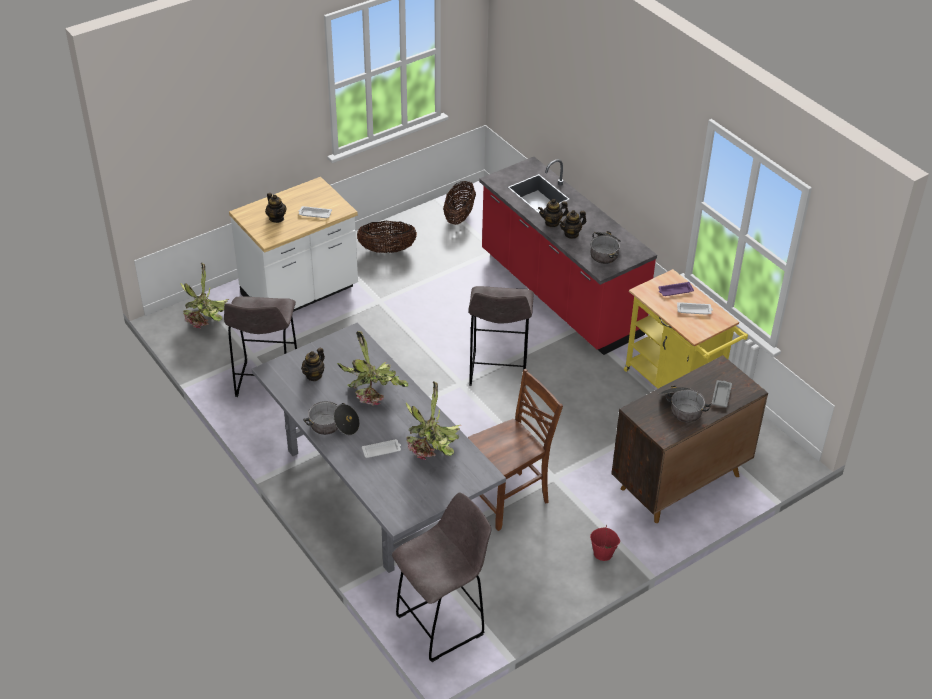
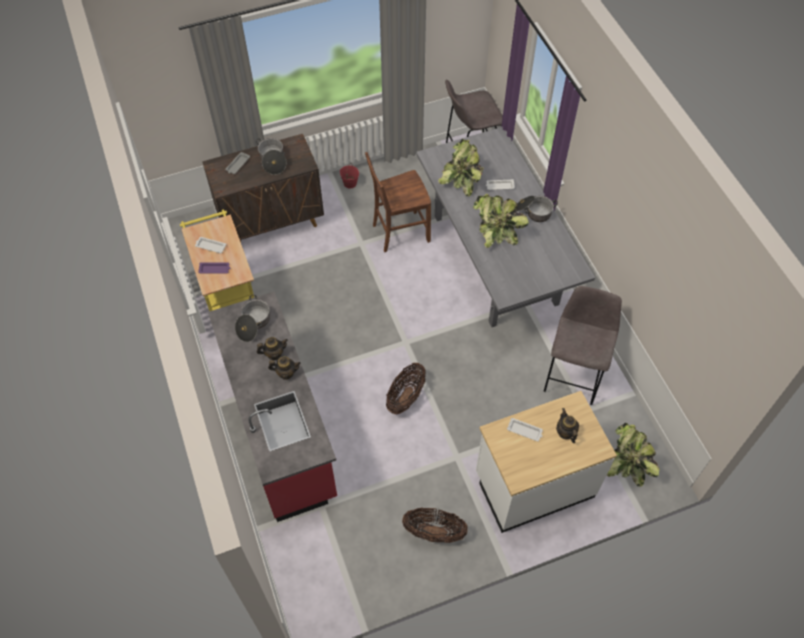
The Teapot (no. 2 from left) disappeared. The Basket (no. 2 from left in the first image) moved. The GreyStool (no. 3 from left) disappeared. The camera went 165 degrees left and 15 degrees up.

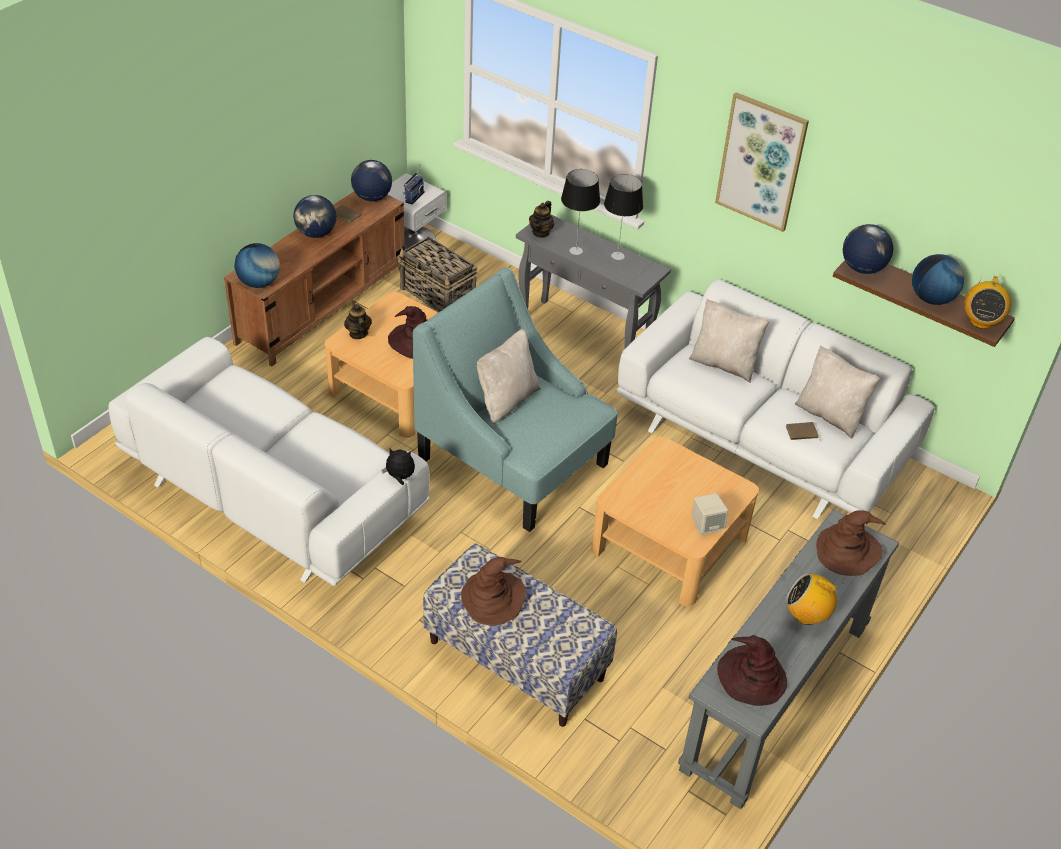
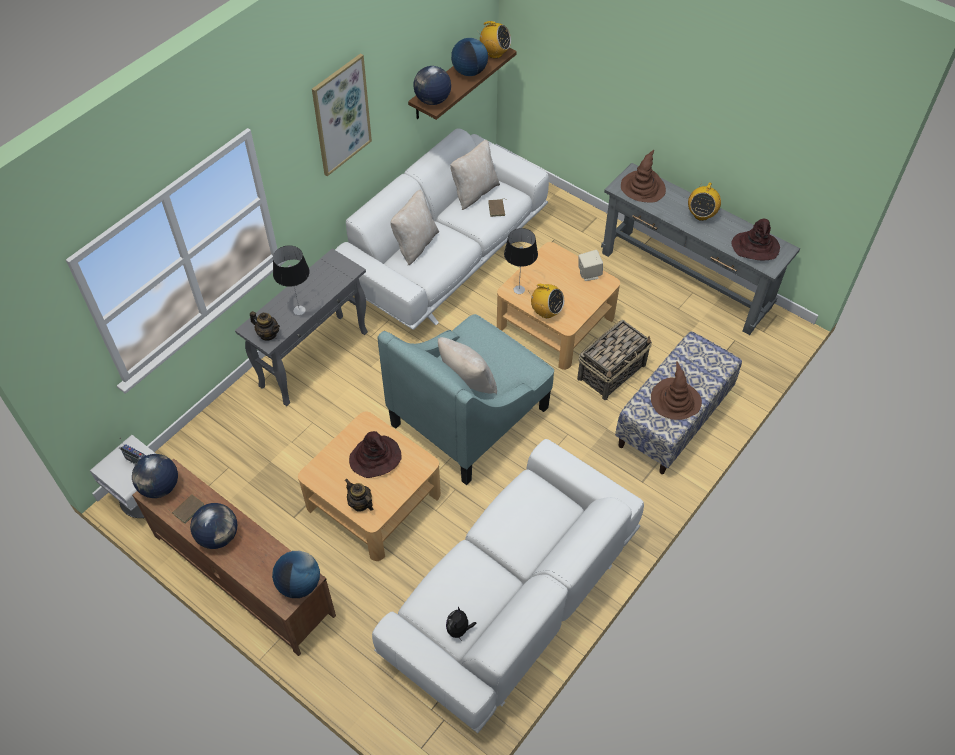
The Teapot (no. 1 from left in the first image) turned 60 degrees clockwise. The PlushToy moved. The Basket moved. The TableLamp (no. 2 from left) moved. The Radio (no. 3 from left) appeared. The camera went 85 degrees left and 10 degrees up.

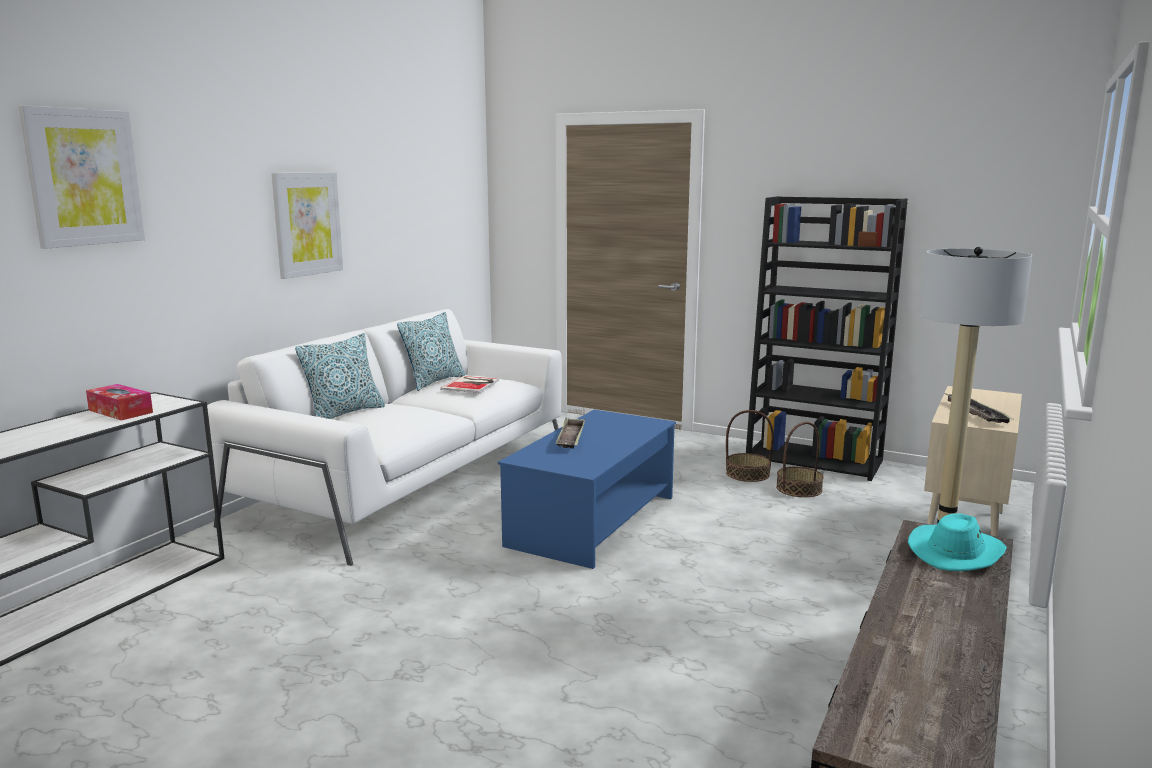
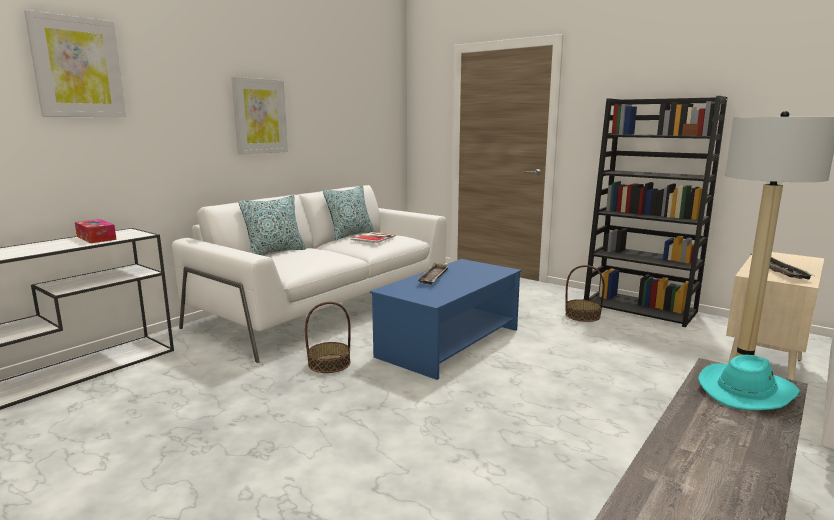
The Basket (no. 2 from left in the first image) moved. The camera went 10 degrees right and 0 degrees up.

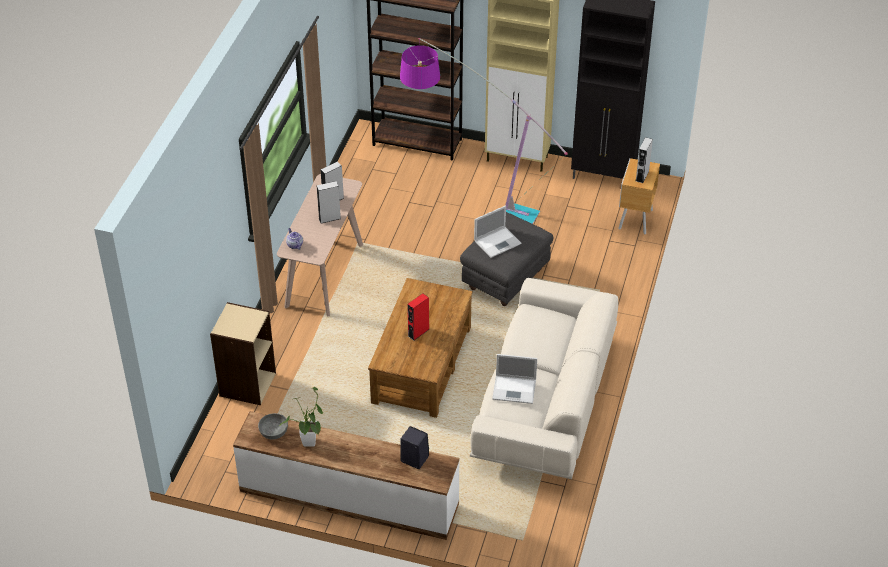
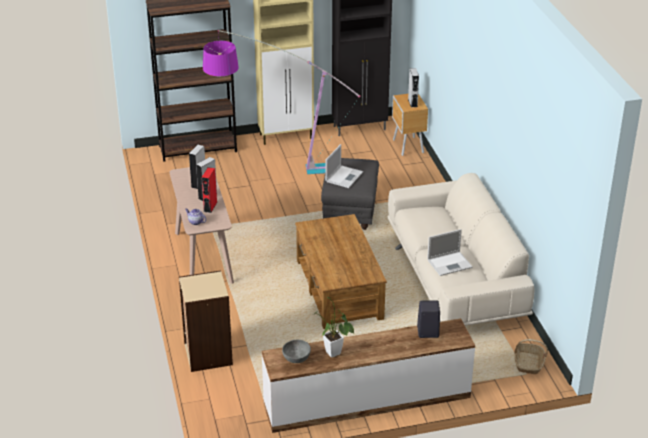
The RedSpeaker moved. The Basket appeared. The camera went 30 degrees left and 10 degrees down.

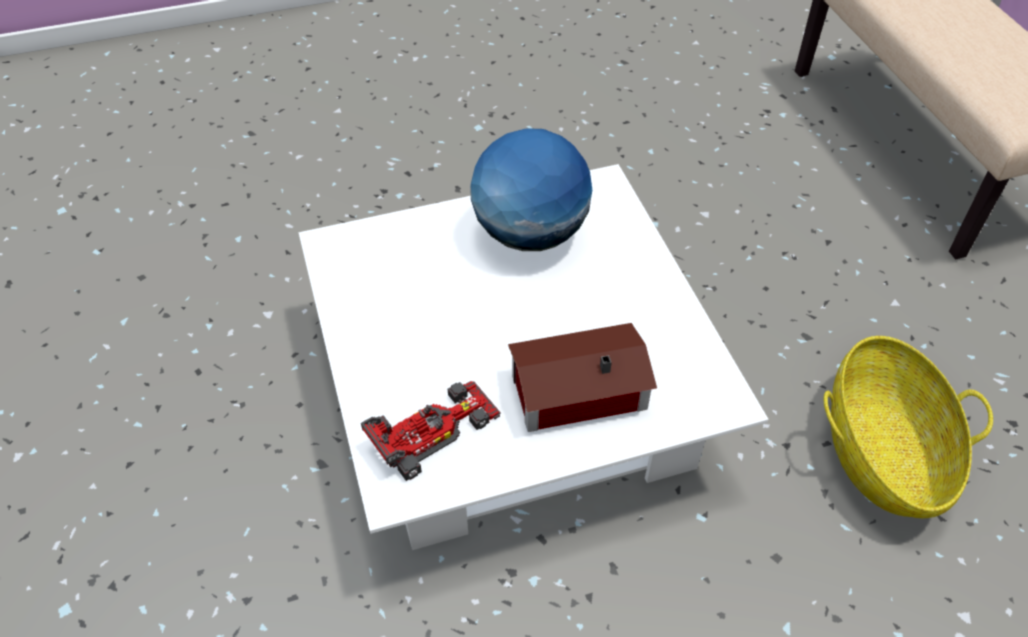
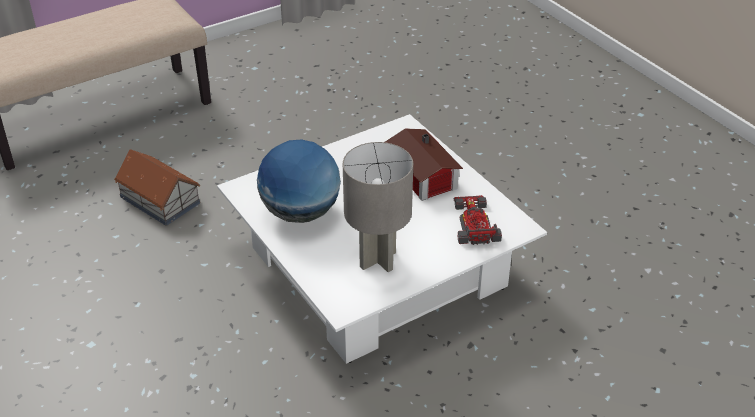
The ToyCar turned 45 degrees clockwise. The Basket disappeared. The ToyHouse (no. 1 from left) appeared. The GreyTableLamp appeared. The camera went 105 degrees left and 10 degrees down.

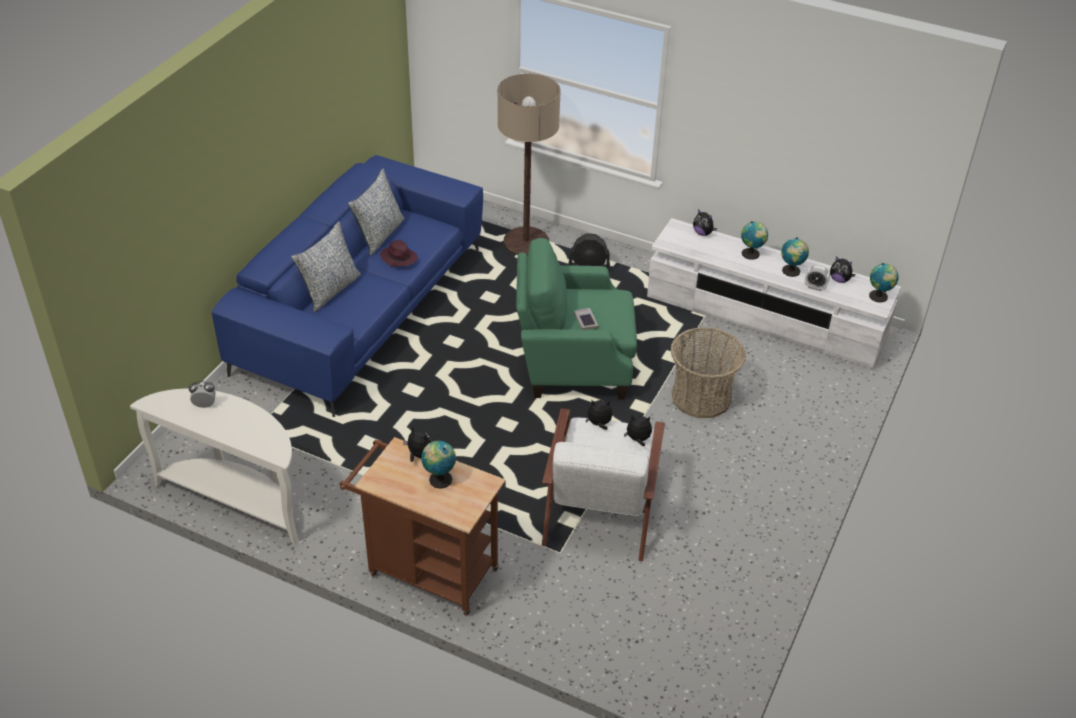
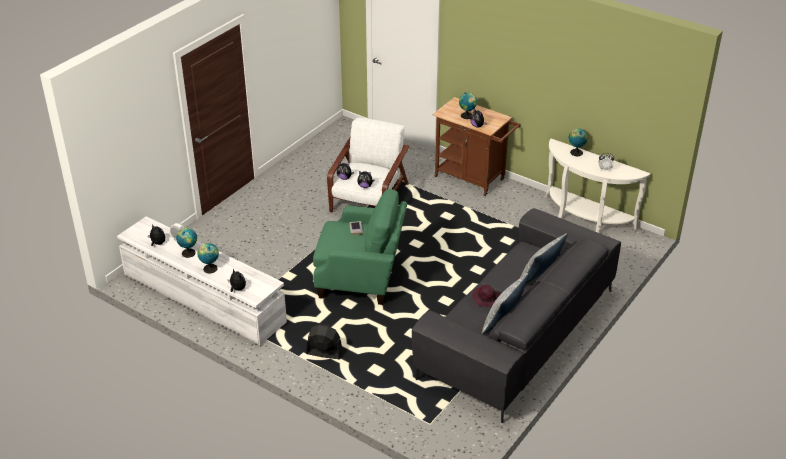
The BlueSofa became the GreySofa. The FloorLamp disappeared. The Basket disappeared. The Globe (no. 4 from left) moved. The camera went 170 degrees left and 5 degrees down.

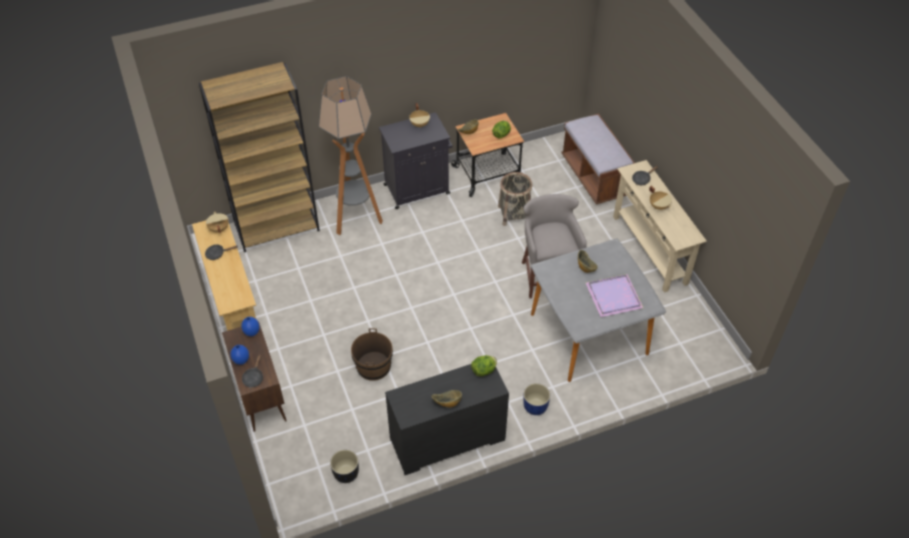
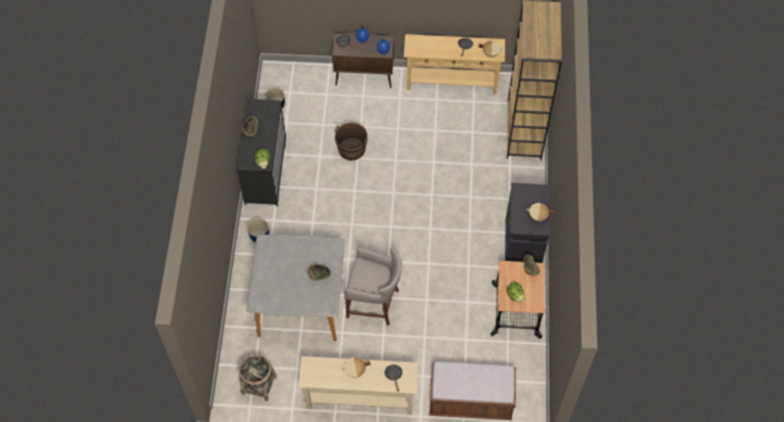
The FloorLamp disappeared. The Basket moved. The PurpleTray disappeared. The camera went 115 degrees right and 10 degrees up.

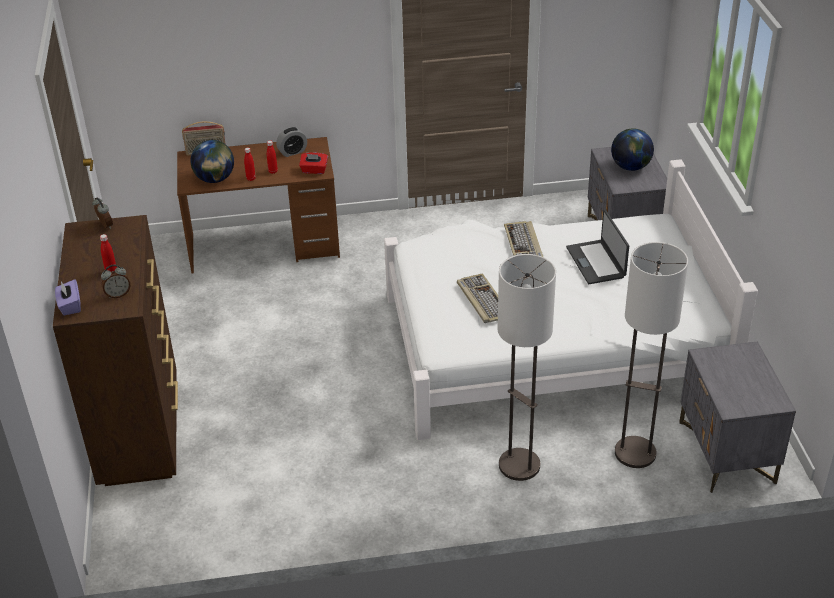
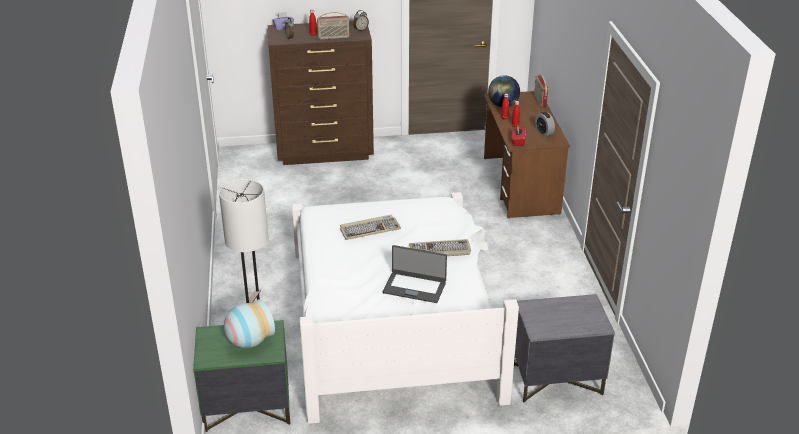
The FloorLamp (no. 1 from left) disappeared. The Laptop turned 150 degrees counterclockwise. The Globe (no. 2 from left) disappeared. The GreyNightstand (no. 2 from left) became the GreenNightstand. The Vase appeared. The Radio (no. 1 from left) appeared. The camera went 90 degrees right and 5 degrees down.

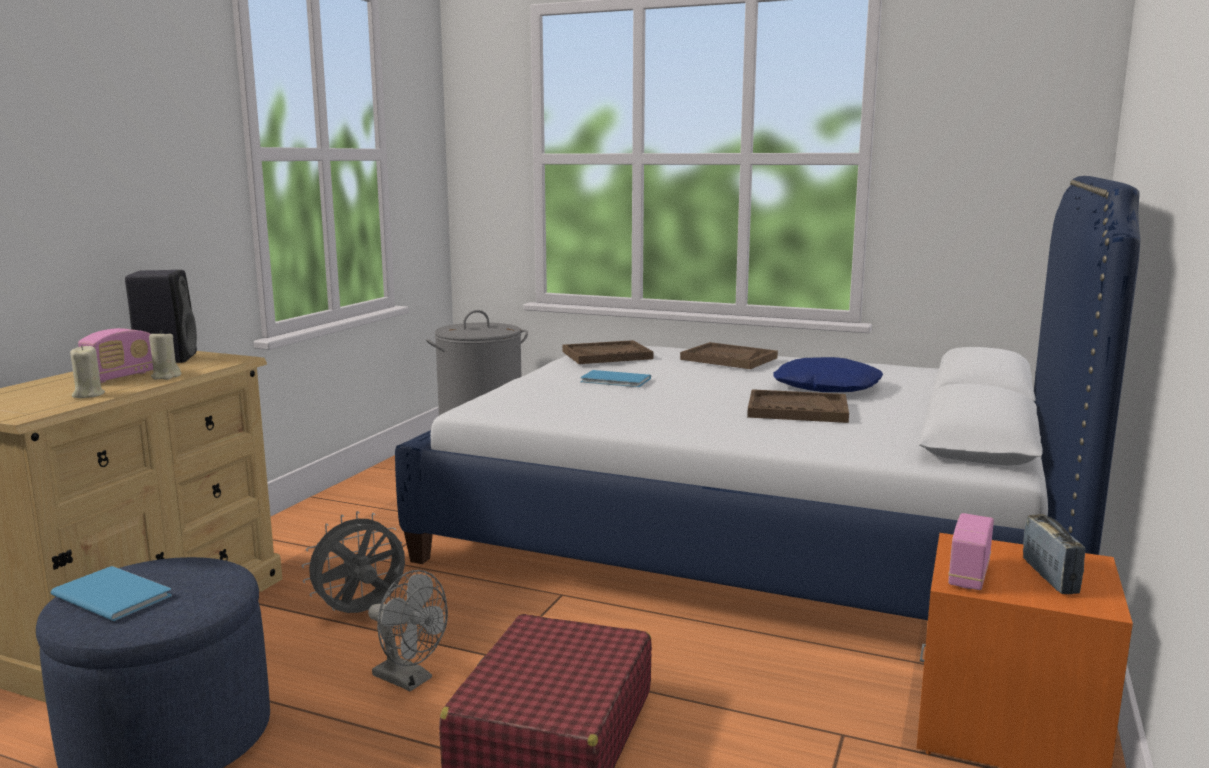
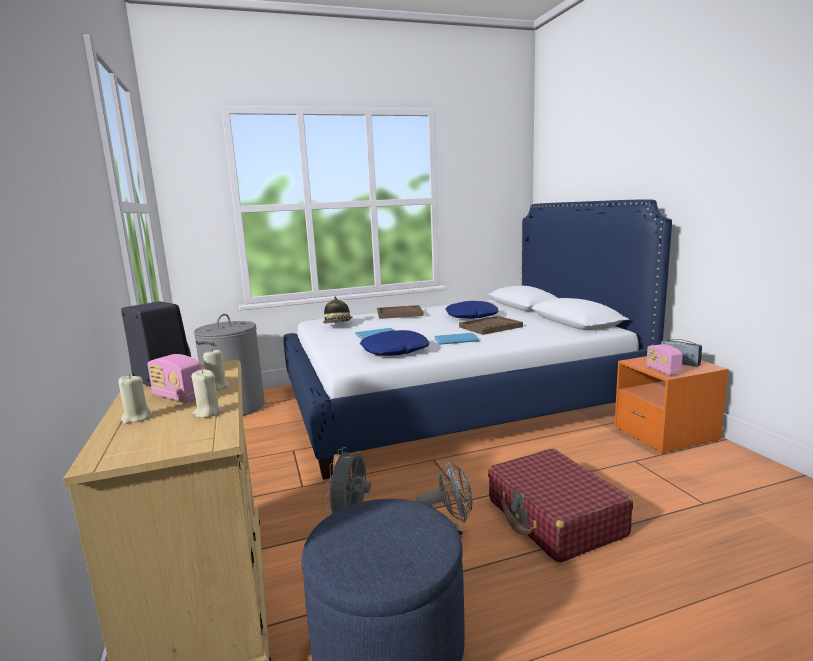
The BlueBook (no. 1 from left in the first image) moved. The Radio (no. 1 from left) turned 135 degrees clockwise. The BrownTray (no. 1 from left) was replaced by the Hat. The BeigeCandle (no. 1 from left) appeared. The BluePillow (no. 1 from left) appeared. The camera went 40 degrees left and 0 degrees up.

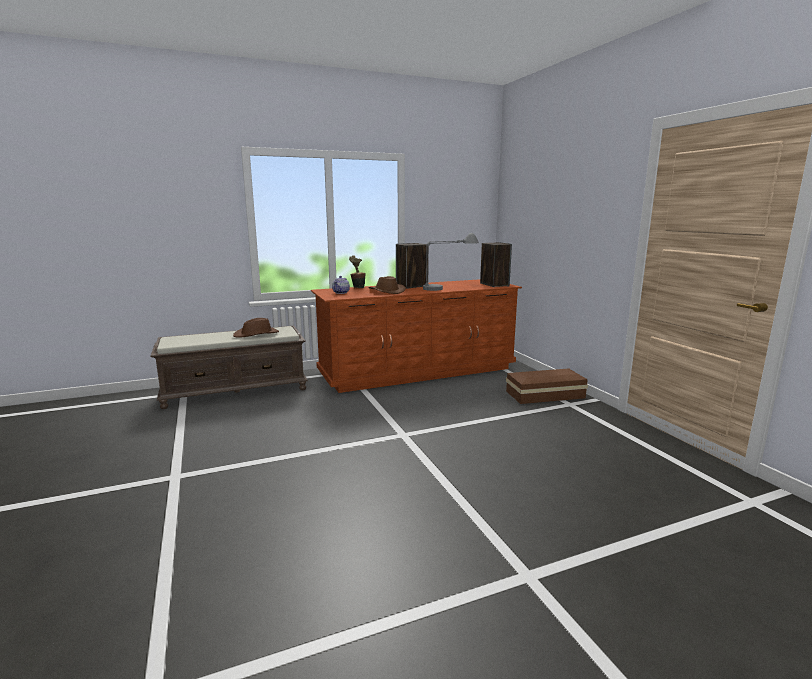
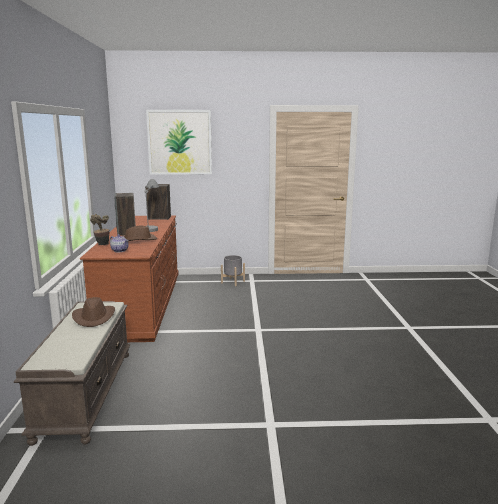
The BrownStorageBox was replaced by the GreyPlanter. The Picture appeared. The camera went 70 degrees left and 0 degrees up.

